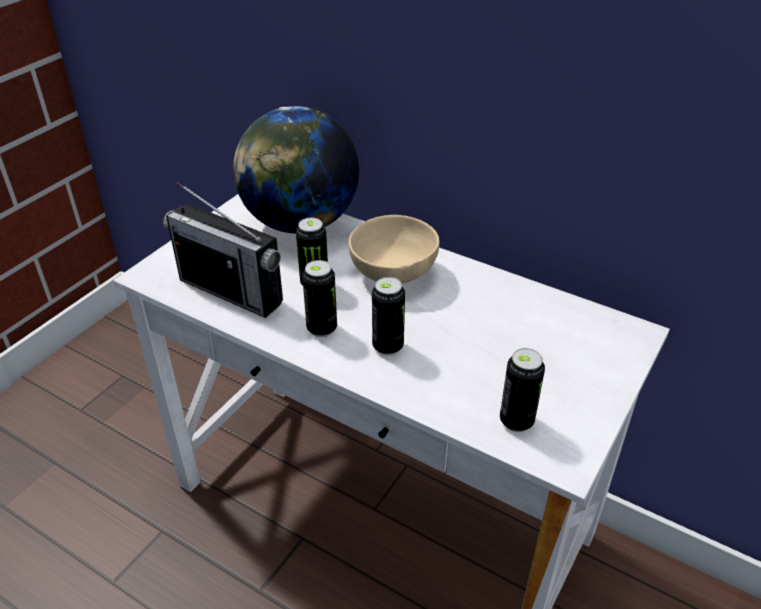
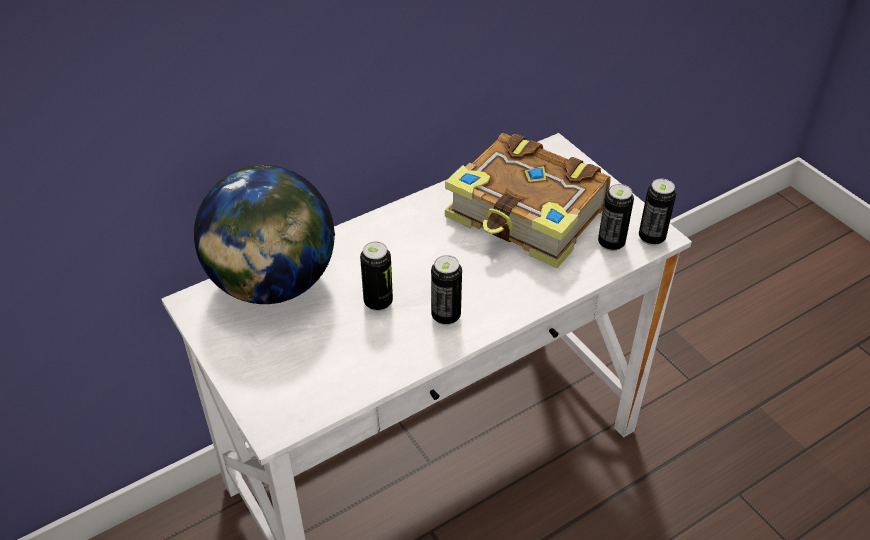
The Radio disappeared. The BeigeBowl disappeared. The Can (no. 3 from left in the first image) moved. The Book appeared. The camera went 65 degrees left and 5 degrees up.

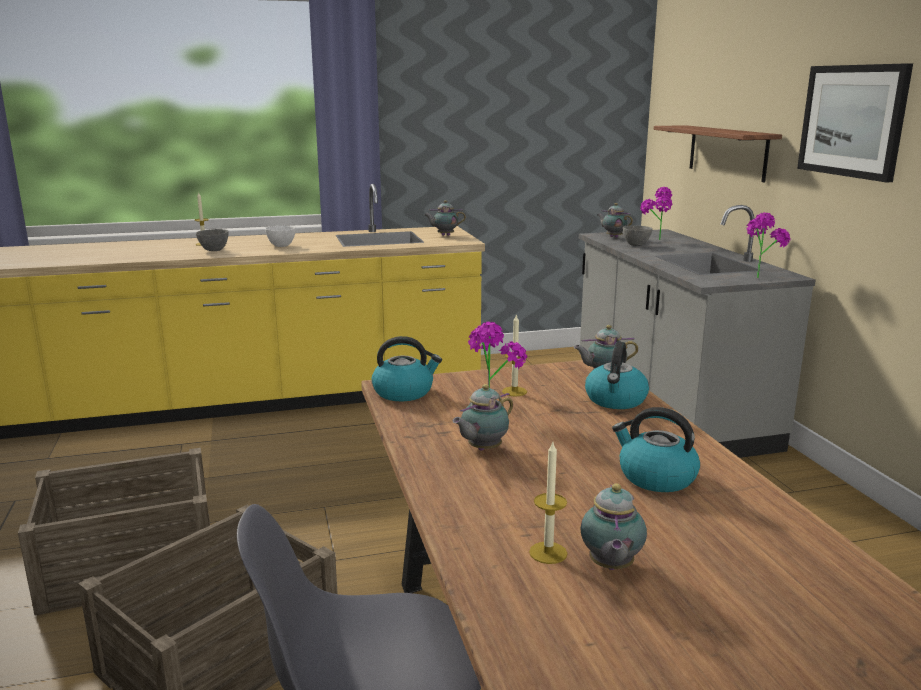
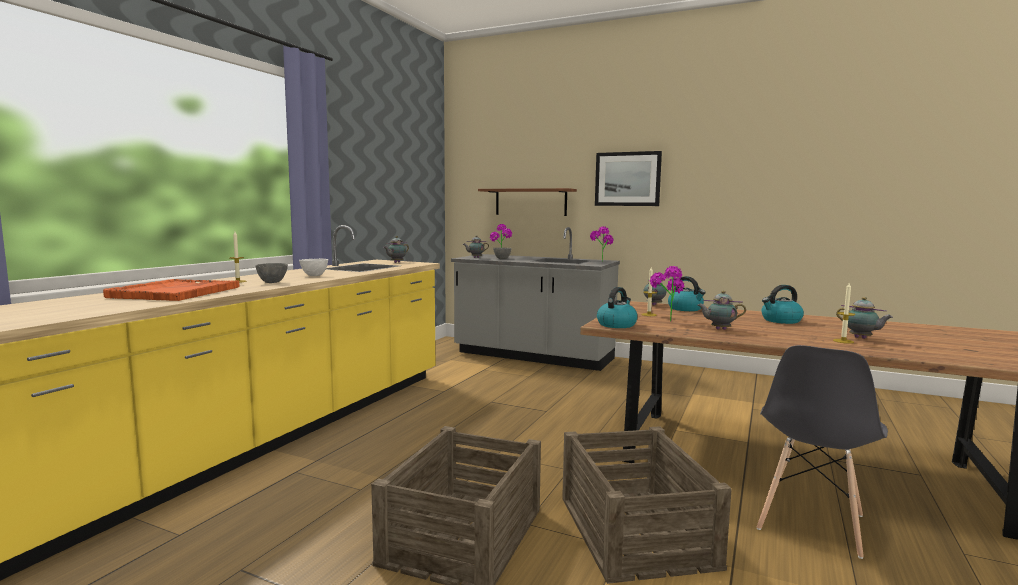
The Teapot (no. 2 from left in the first image) turned 105 degrees clockwise. The OrangeTray appeared. The camera went 50 degrees left and 10 degrees down.

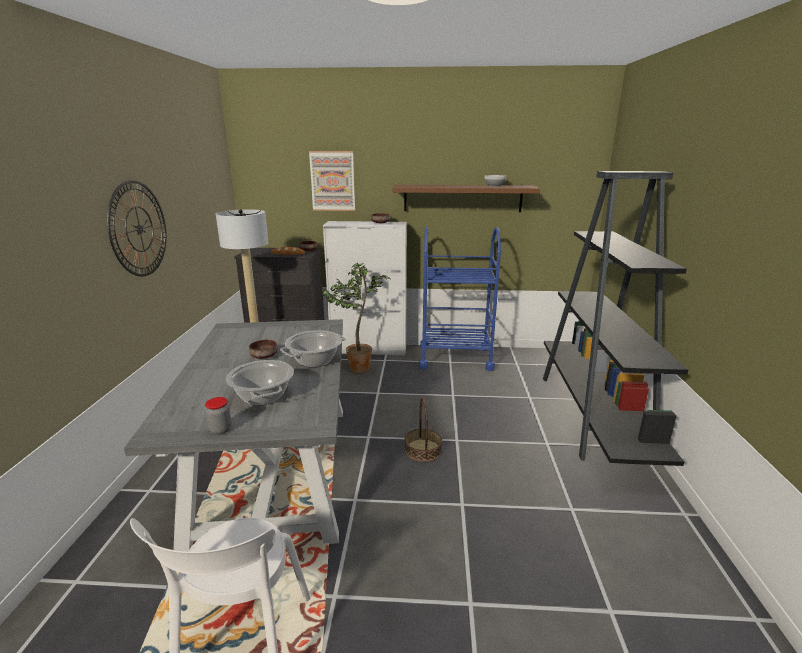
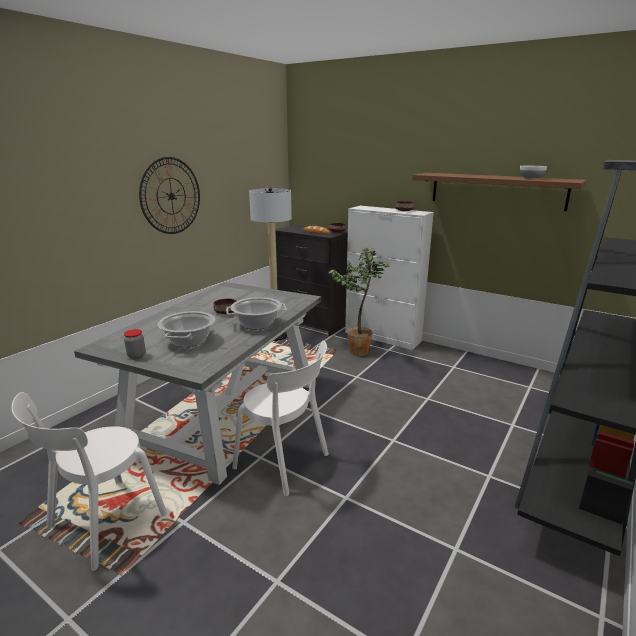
The Picture disappeared. The Basket disappeared. The BlueCart disappeared. The WhiteChair (no. 2 from left) appeared. The camera went 30 degrees right and 0 degrees up.

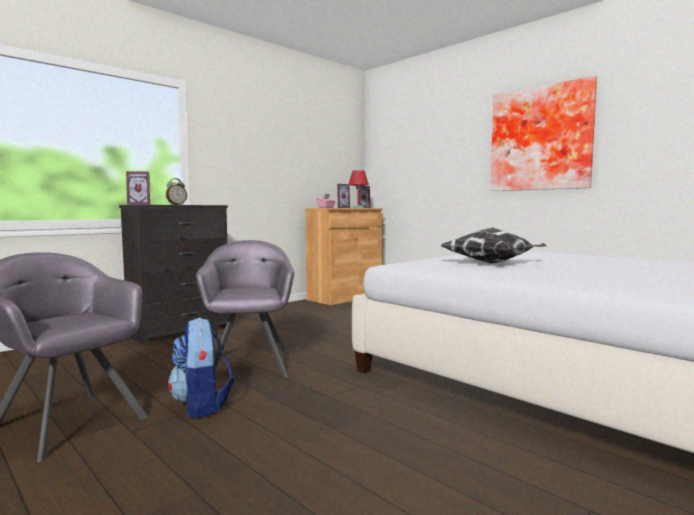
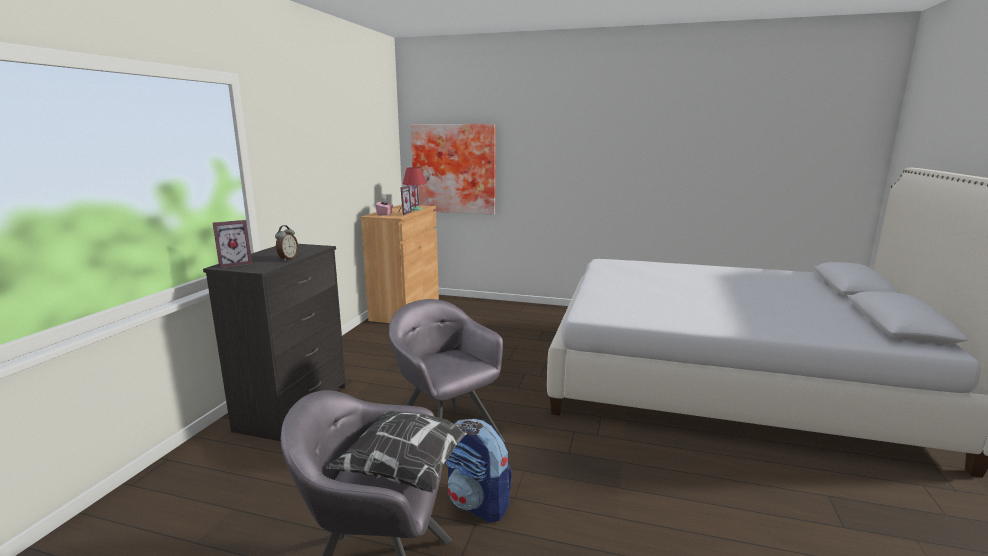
The Pillow moved. The Picture moved. The camera went 30 degrees left and 10 degrees up.

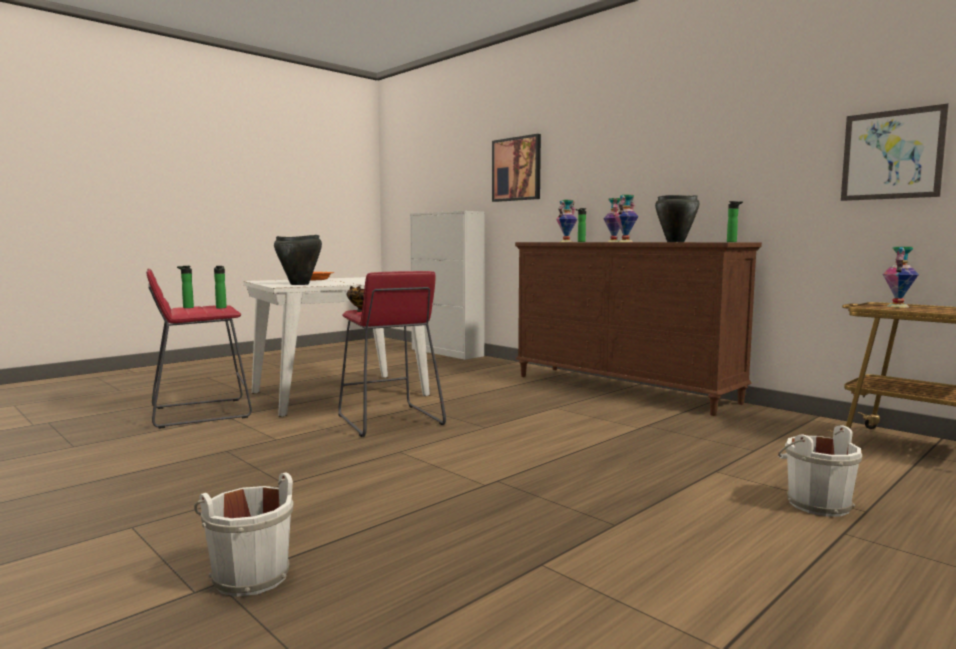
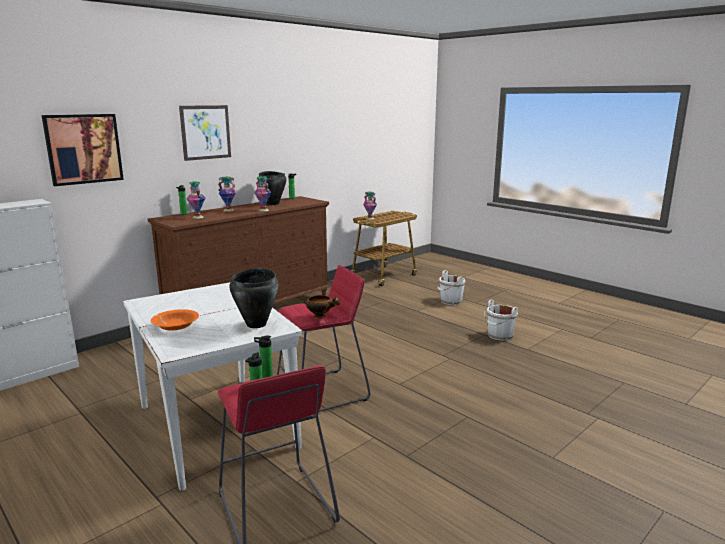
The WhiteBucket (no. 1 from left in the first image) moved. The Picture (no. 2 from left) moved. The camera went 90 degrees left and 10 degrees up.

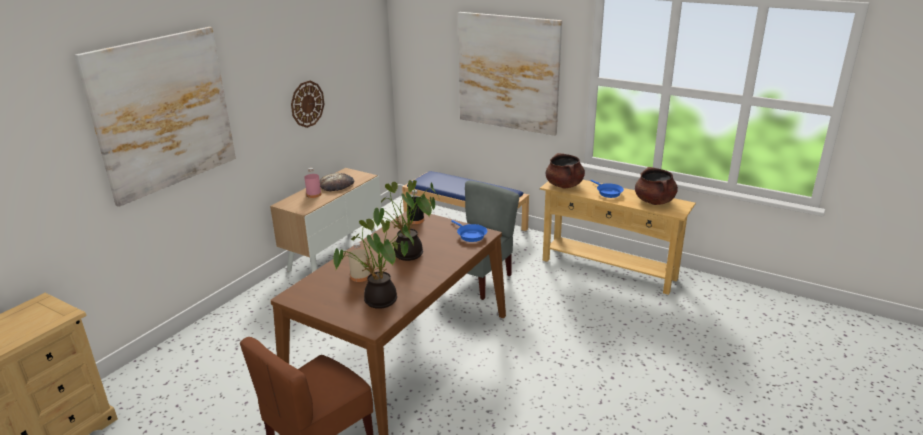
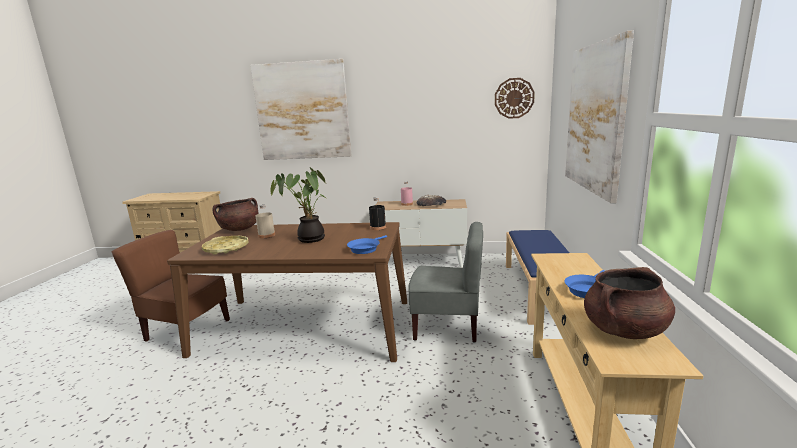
The WallClock moved. The PottedPlant (no. 1 from left) was replaced by the YellowTray. The BrownCookingPot (no. 1 from left) moved. The camera went 65 degrees right and 10 degrees down.

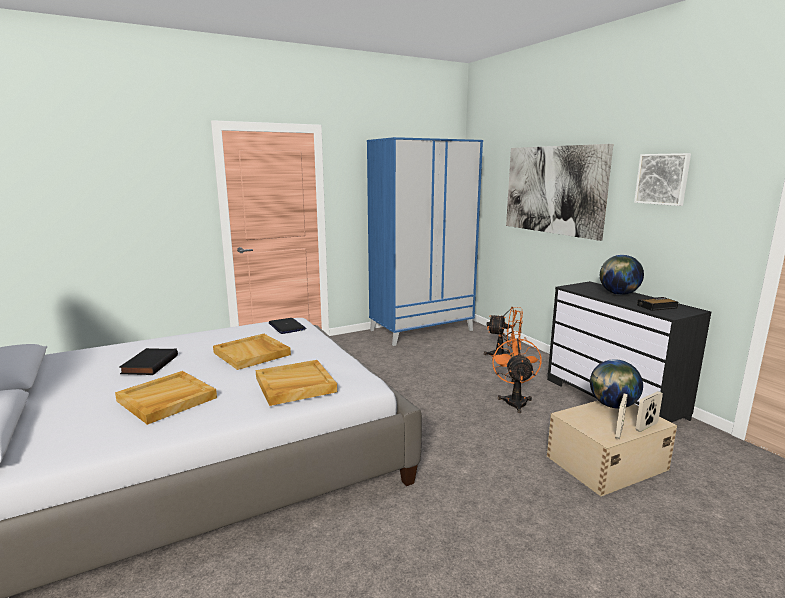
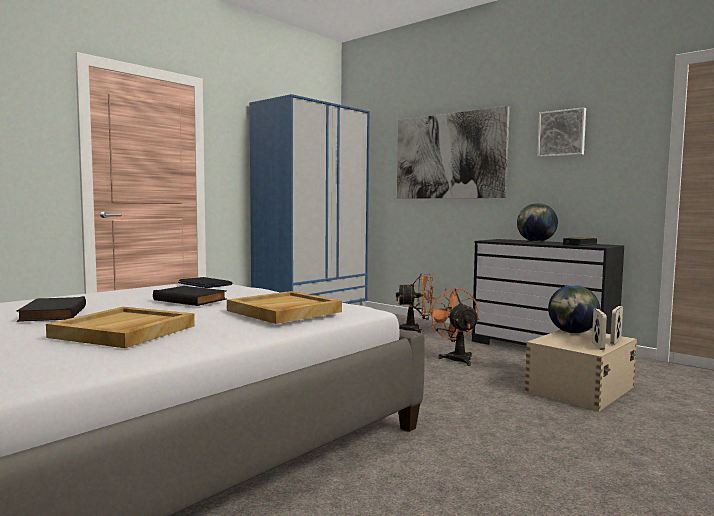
The BeigeTray (no. 2 from left) was replaced by the BlackBook (no. 2 from left). The camera went 20 degrees left and 10 degrees down.

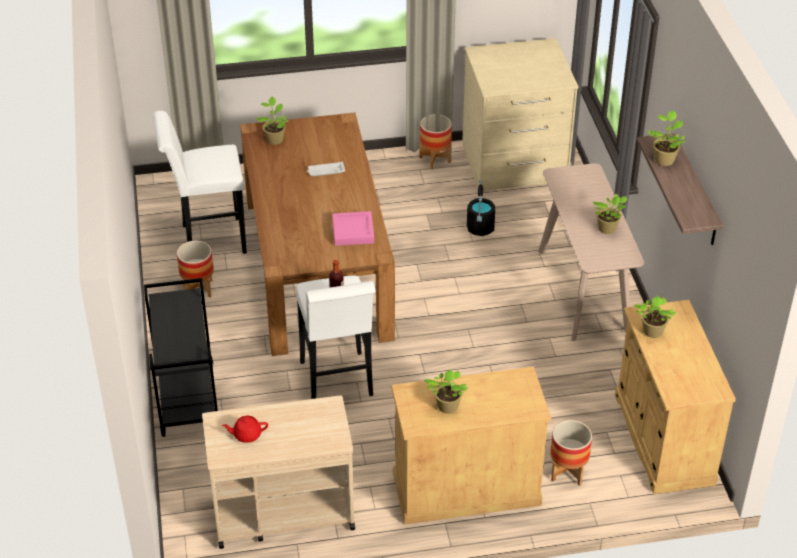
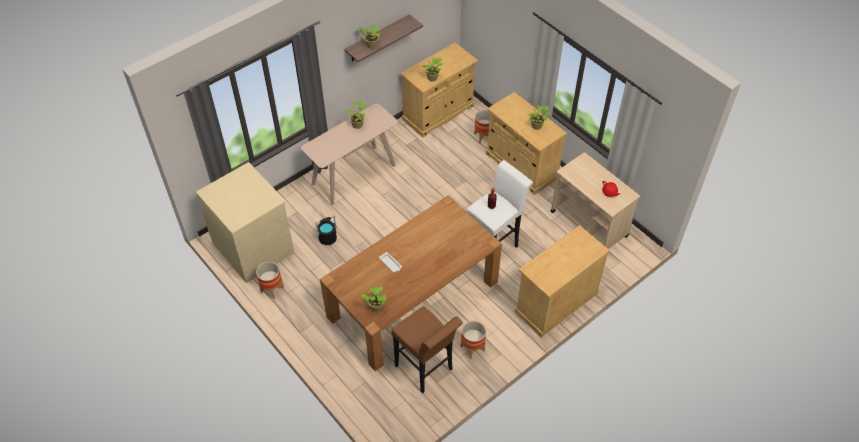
The BlackCart was replaced by the BeigeCabinet (no. 3 from left). The WhiteStool (no. 1 from left) became the BrownStool. The PinkTray disappeared. The camera went 120 degrees left and 10 degrees up.

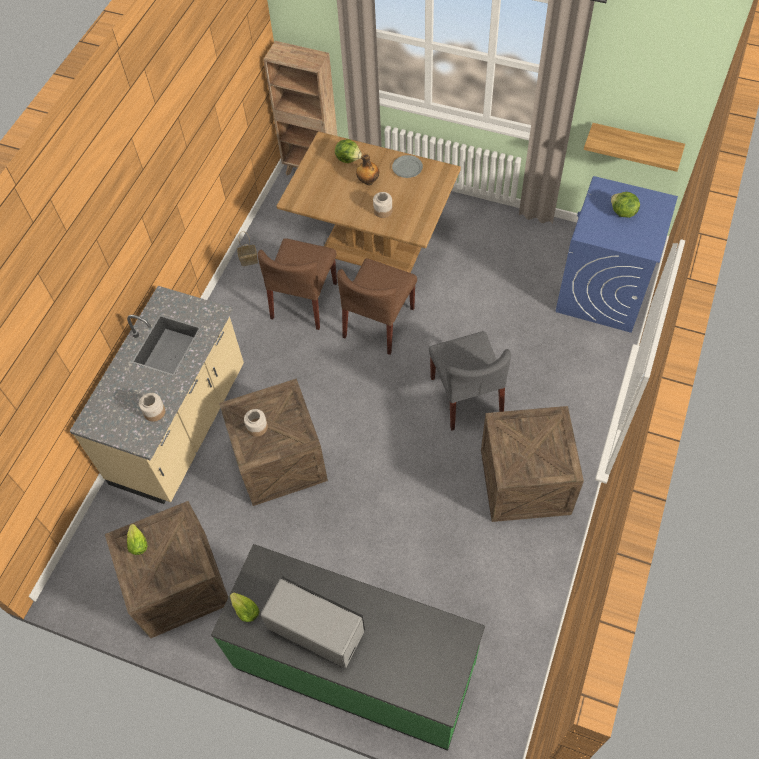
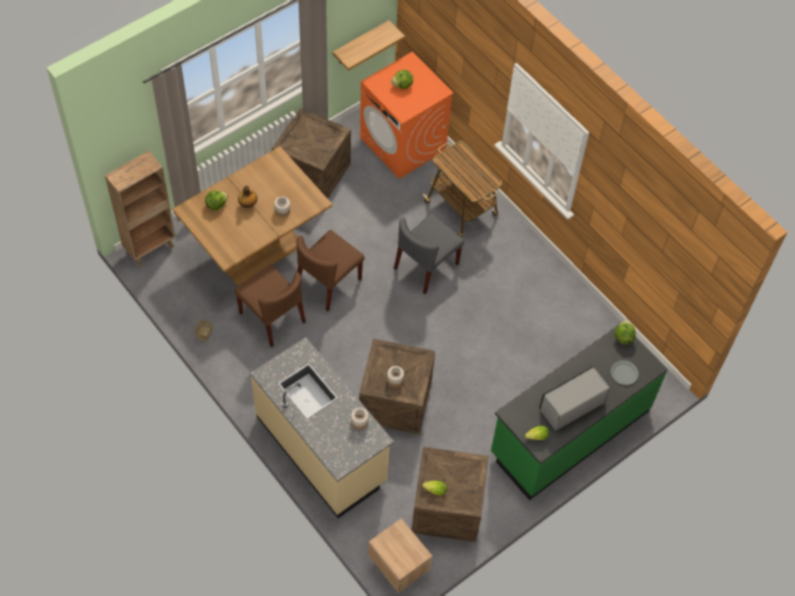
The BrownChair (no. 2 from left) turned 75 degrees clockwise. The GreyPlate moved. The GreyChair turned 120 degrees clockwise. The Crate (no. 3 from left in the first image) moved. The BlueWashingMachine became the OrangeWashingMachine. The BeigeNightstand appeared. The Cart appeared. The Lettuce (no. 5 from left) appeared. The camera went 65 degrees left and 0 degrees up.

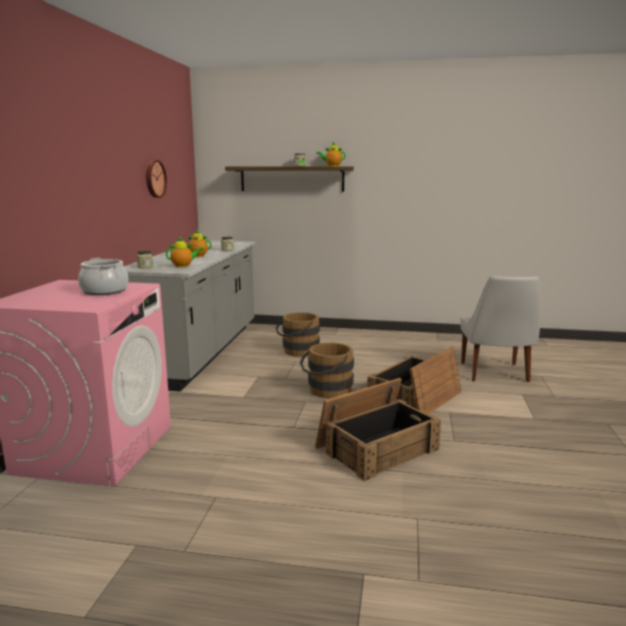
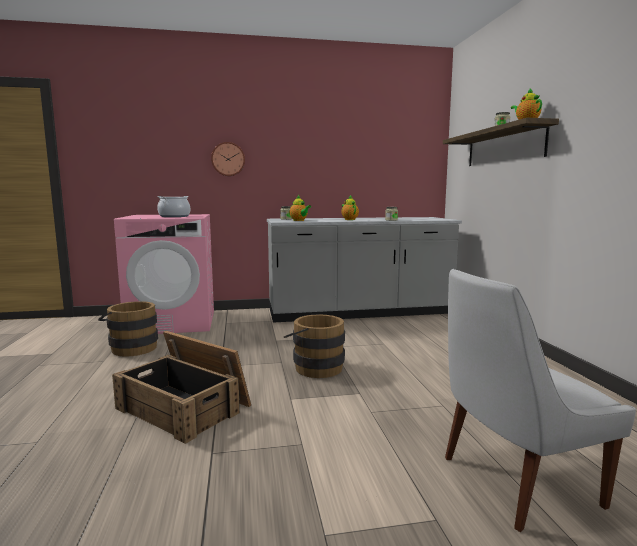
The WallClock moved. The BrownBucket (no. 1 from left) moved. The Crate (no. 2 from left) disappeared. The camera went 70 degrees right and 5 degrees down.

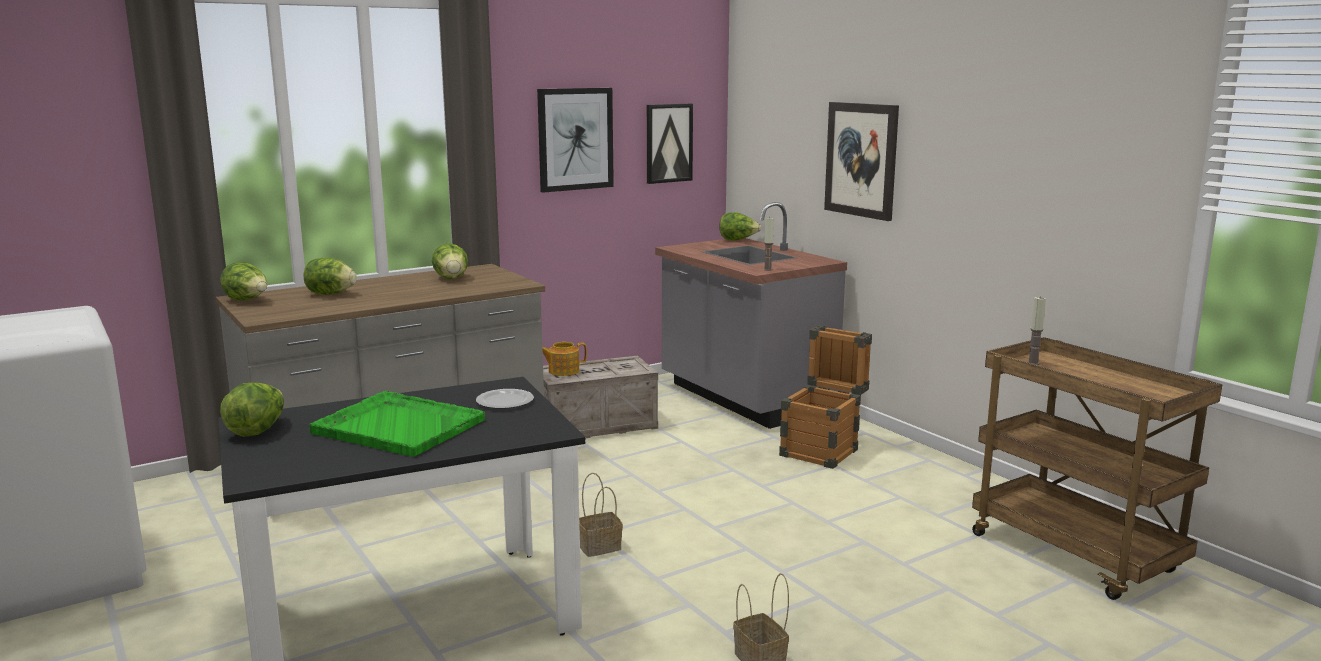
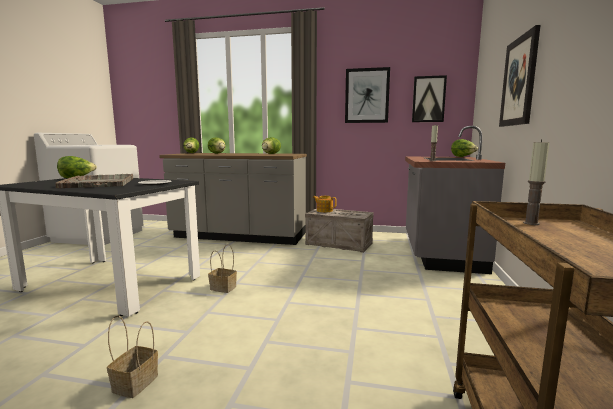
The GreenTray became the GreyTray. The Crate (no. 2 from left) disappeared. The camera went 45 degrees right and 5 degrees down.

